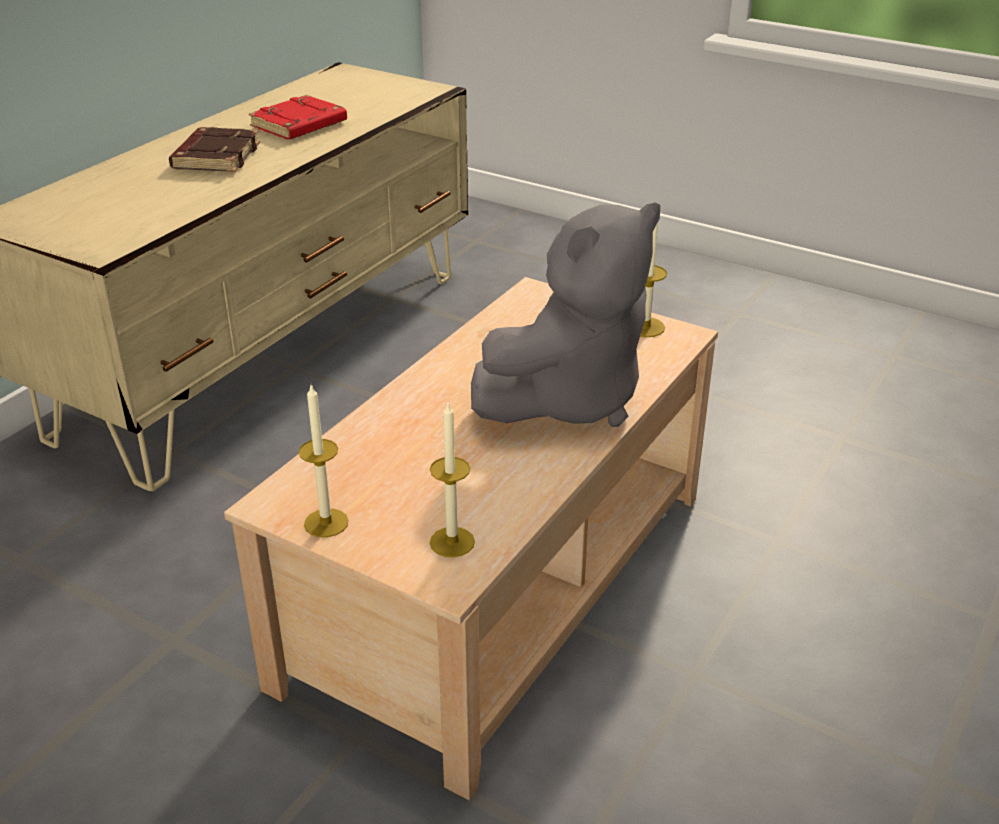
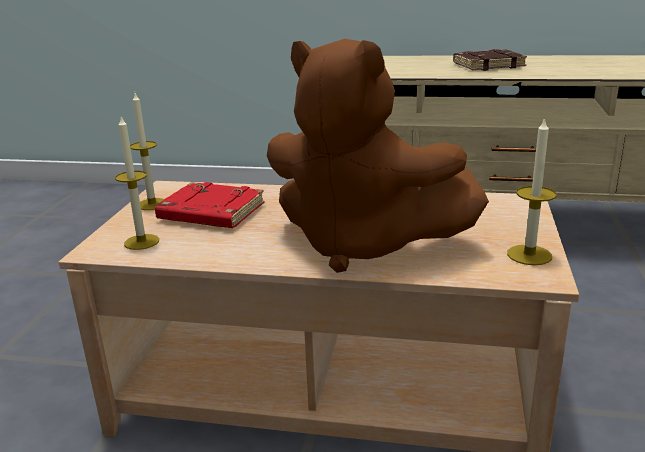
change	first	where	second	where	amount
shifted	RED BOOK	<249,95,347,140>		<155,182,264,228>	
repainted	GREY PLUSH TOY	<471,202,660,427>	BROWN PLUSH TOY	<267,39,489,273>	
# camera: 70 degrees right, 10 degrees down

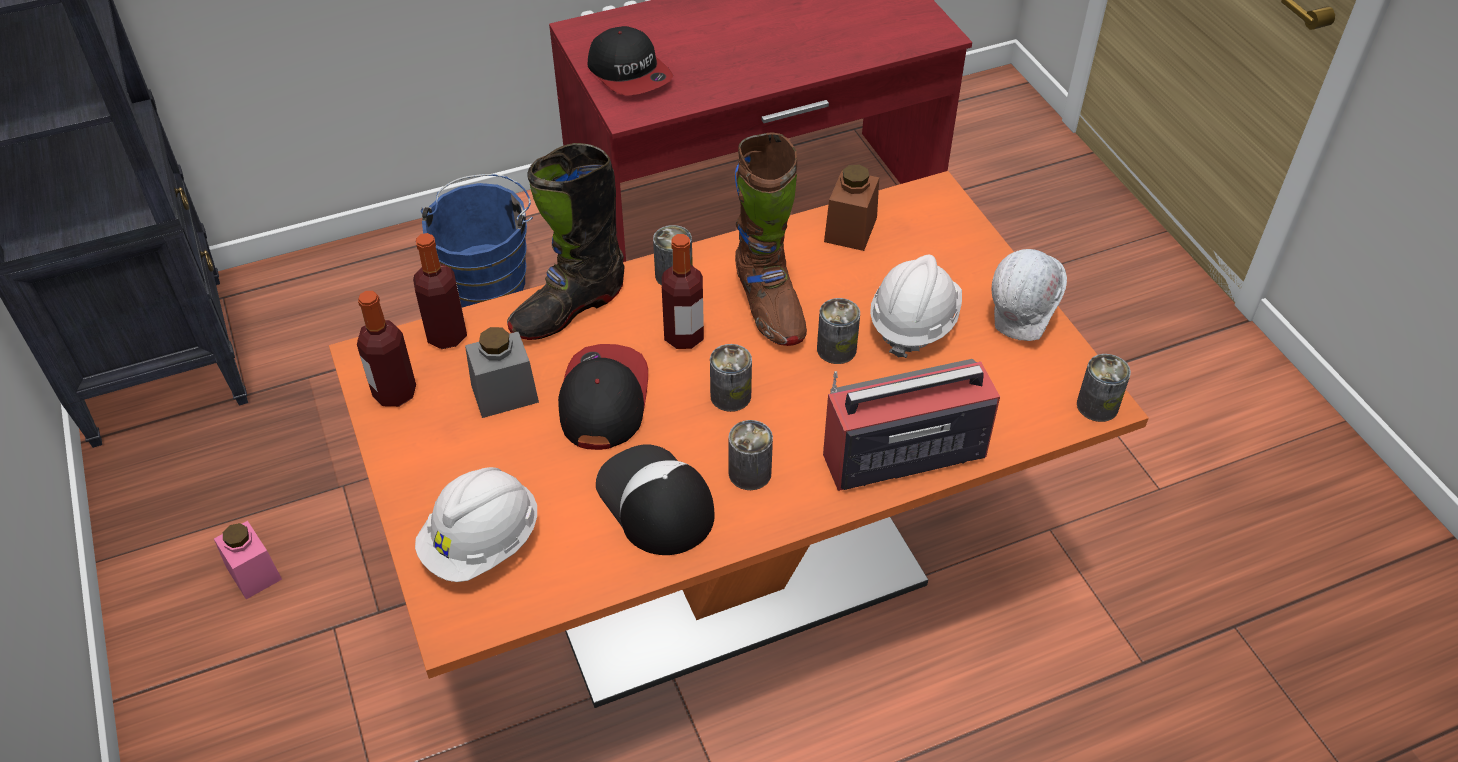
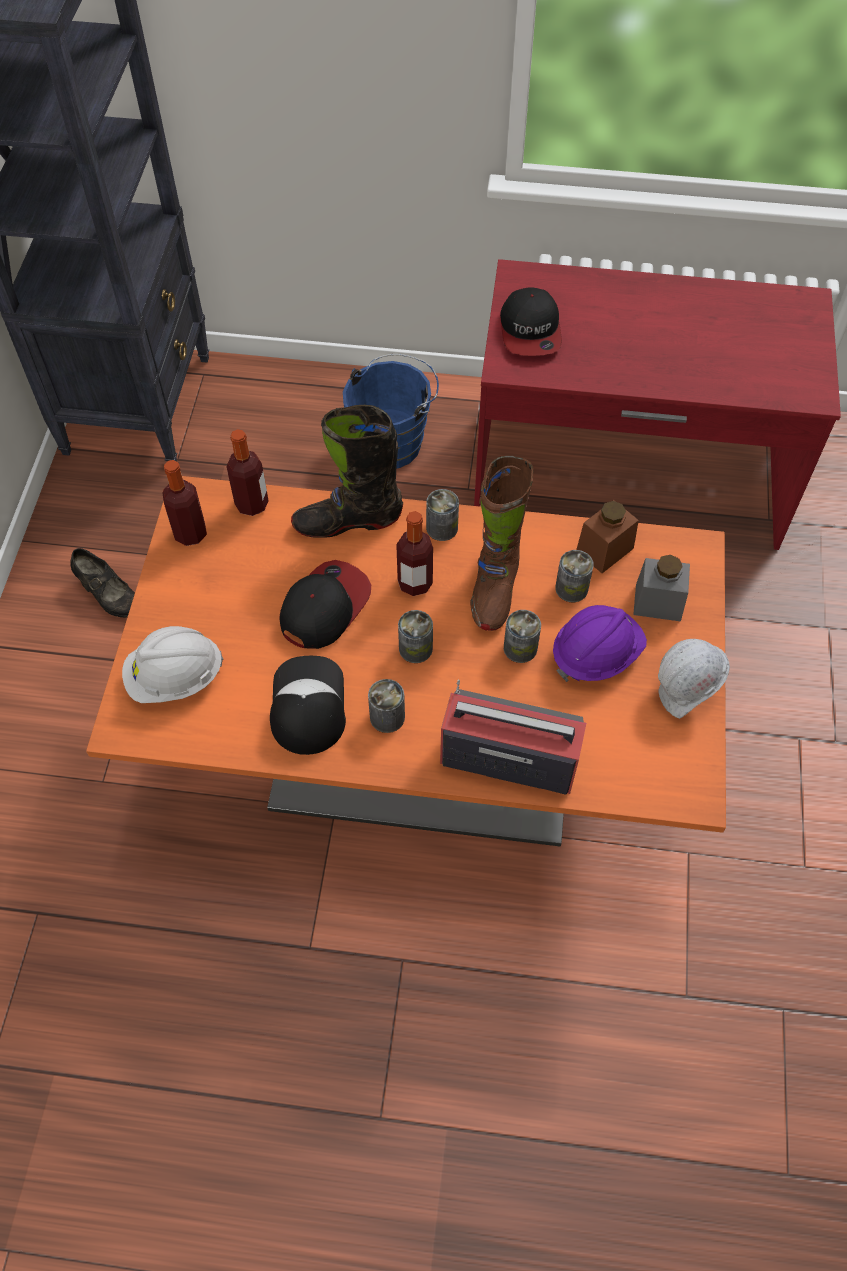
change	first	where	second	where	amount
swapped	PINK JAR	<214,521,282,599>	BLACK SHOE	<70,548,135,618>	
repainted	WHITE HARD HAT	<870,254,962,358>	PURPLE HARD HAT	<553,605,647,682>	
shifted	CAN	<1077,354,1131,422>		<555,550,594,602>	
shifted	GREY JAR	<465,327,539,418>		<633,555,690,621>	
# camera: 30 degrees right, 10 degrees up

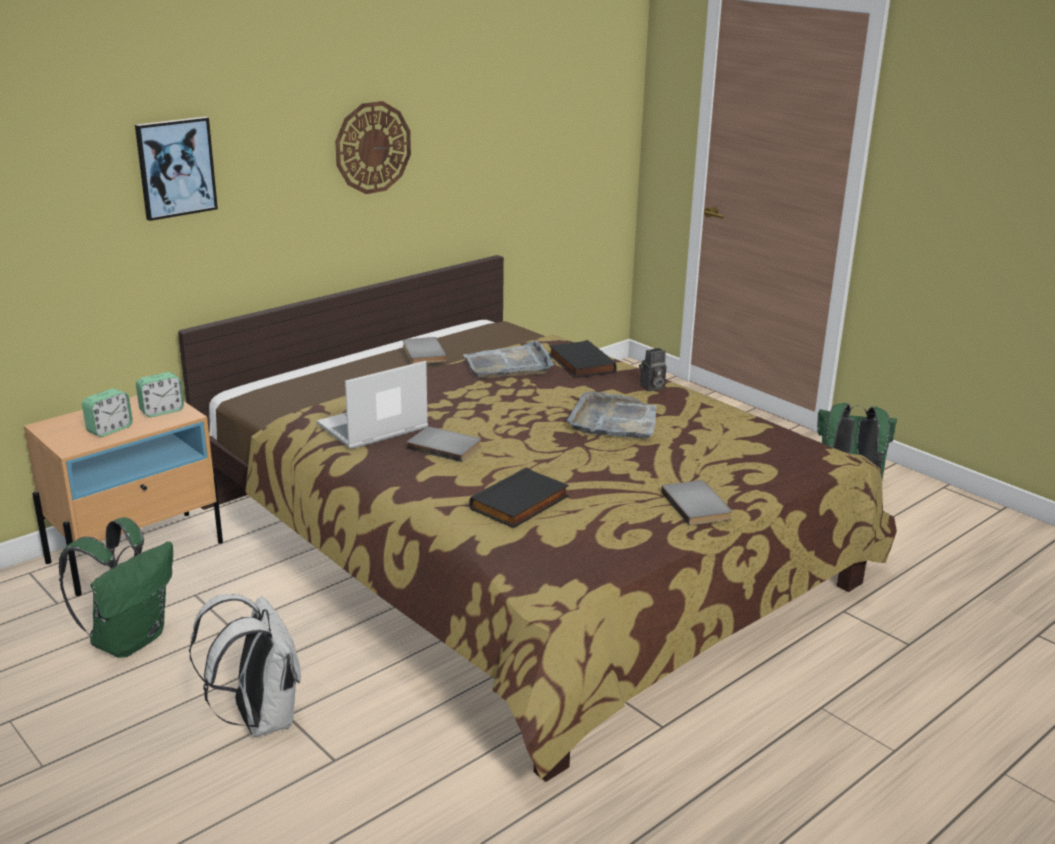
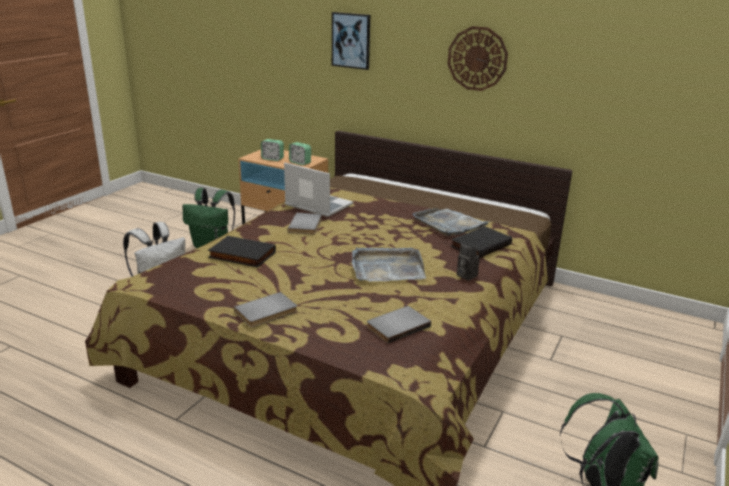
change	first	where	second	where	amount
shifted	GREY BOOK	<402,337,447,364>		<367,306,431,343>	
# camera: 70 degrees right, 0 degrees up

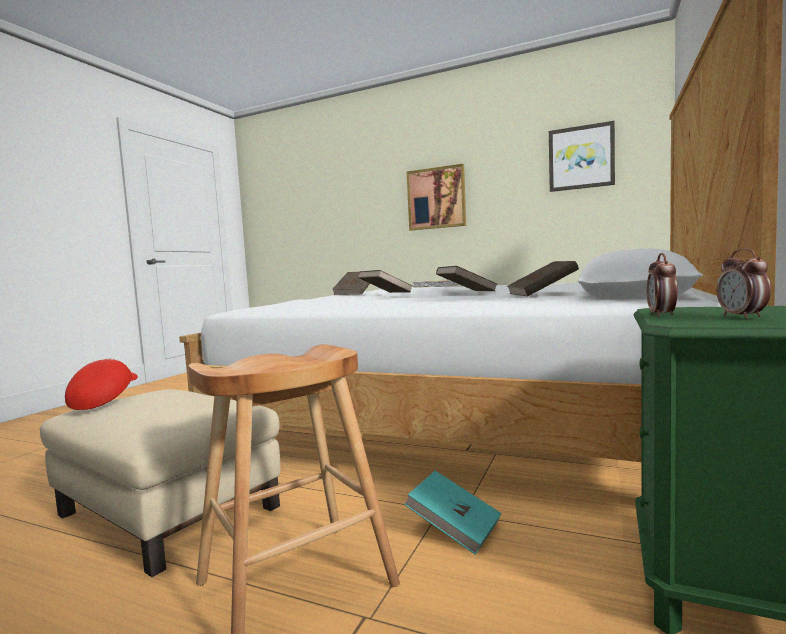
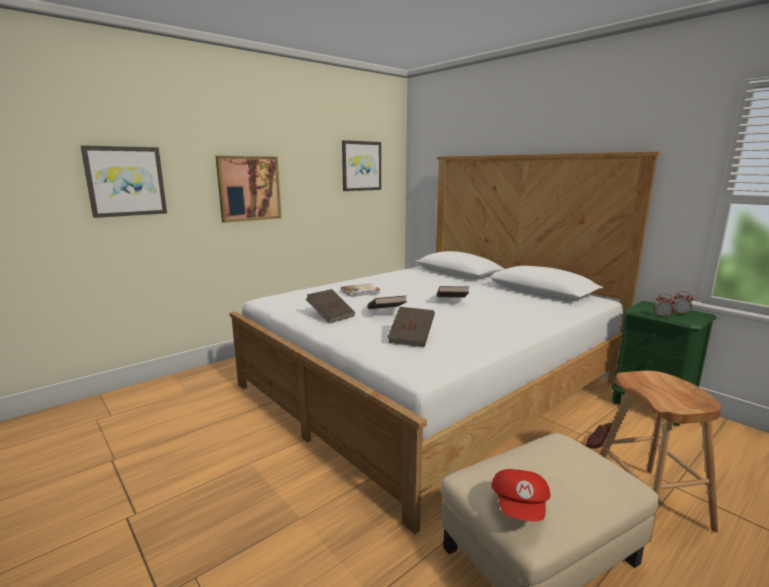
change	first	where	second	where	amount
new			PICTURE	<81,145,167,218>	
shifted	BROWN BOOK	<507,261,579,297>		<387,307,435,347>	
rotated	RED CAP	<65,358,138,410>		<491,469,551,521>	105 degrees counterclockwise
swapped	TURQUOISE BOOK	<404,471,501,555>	BROWN SHOE	<586,423,612,448>	
# camera: 65 degrees left, 10 degrees up

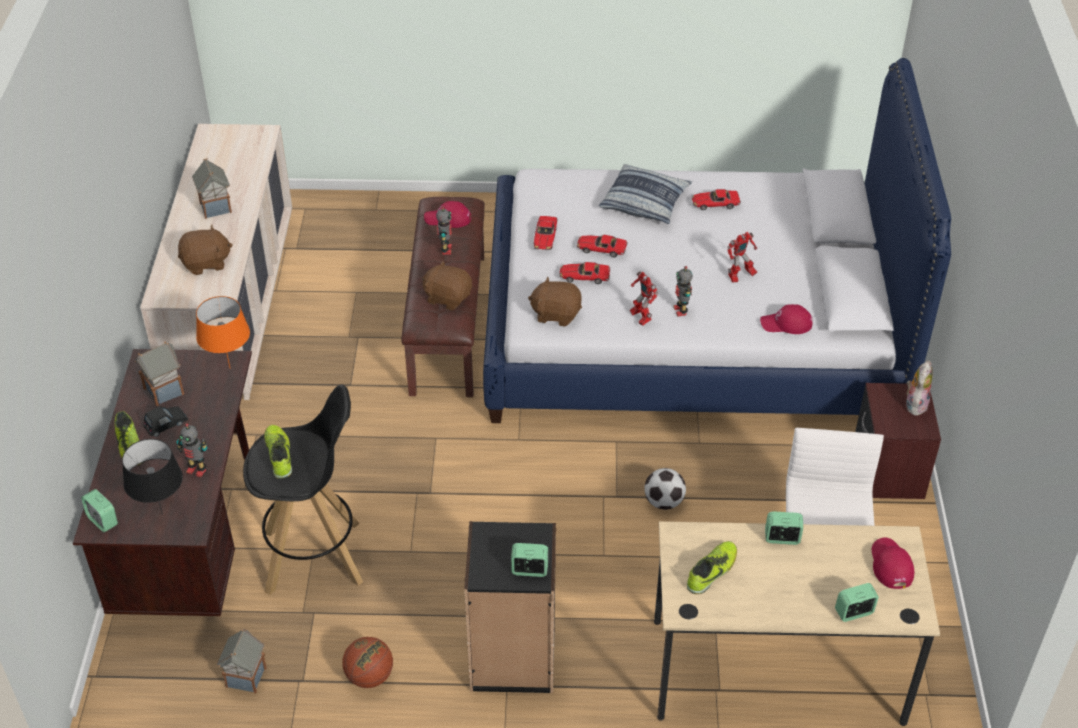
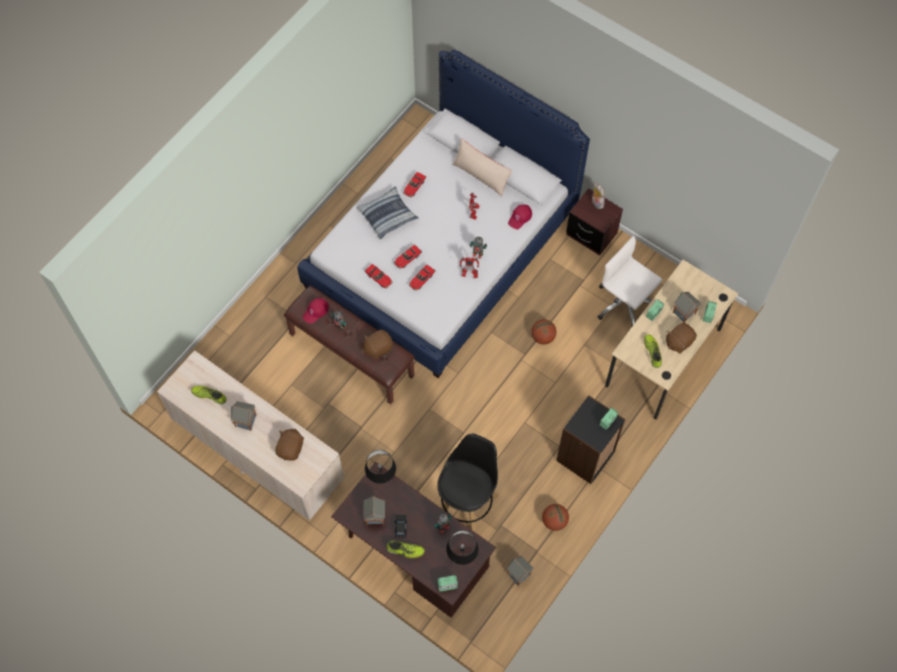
change	first	where	second	where	amount
shifted	SHOE	<264,425,292,479>		<191,386,227,405>	
repainted	ORANGE TABLE LAMP	<196,296,250,368>	BLACK TABLE LAMP	<365,450,396,484>	
new			BEIGE PILLOW	<452,138,512,196>	
swapped	FOOTBALL	<644,468,686,510>	BASKETBALL	<531,320,556,345>	
shifted	BROWN PLUSH TOY	<528,276,582,327>		<666,323,697,354>	
new			TOY HOUSE	<673,292,701,323>	
gone	RED CAP	<872,538,914,589>			
# camera: 55 degrees left, 20 degrees up

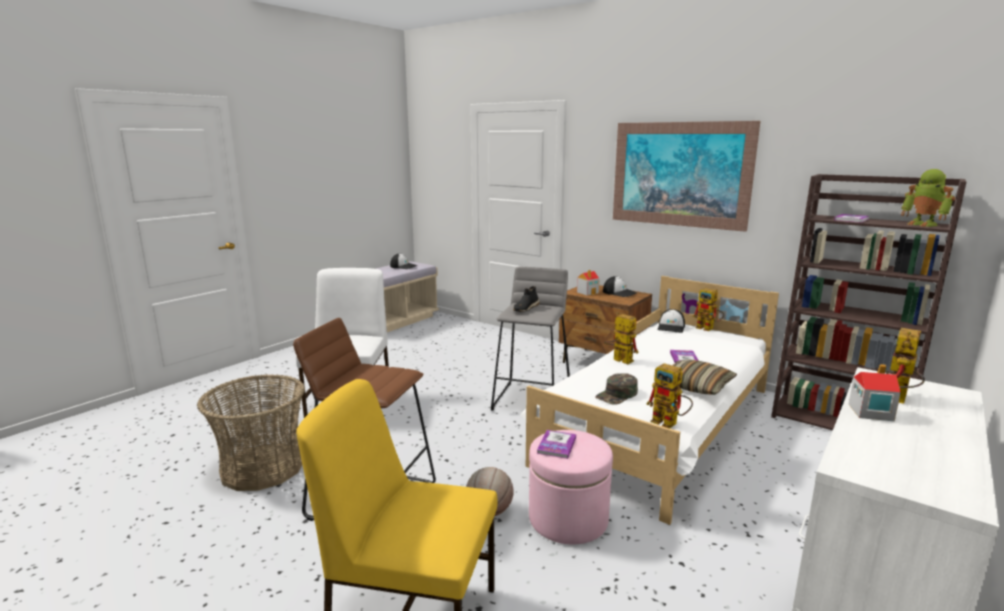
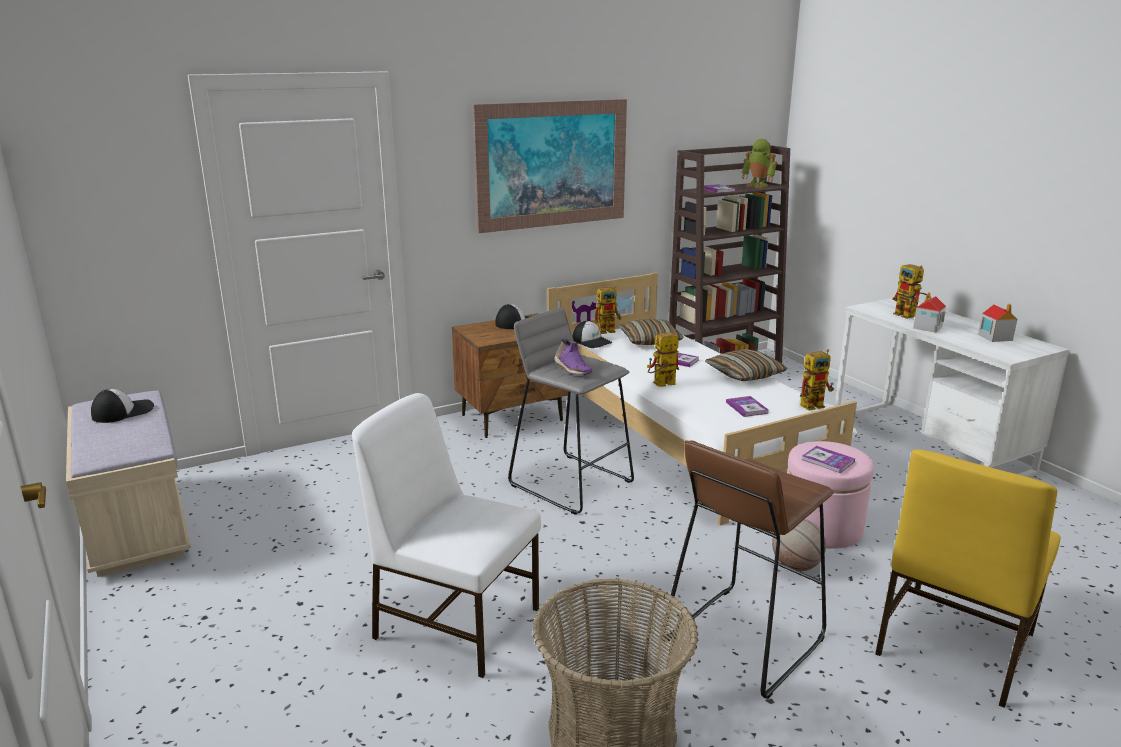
change	first	where	second	where	amount
repainted	BLACK SHOE	<513,286,540,312>	PURPLE SHOE	<554,338,592,375>	
new			PILLOW	<618,319,684,345>	
swapped	GREEN CAP	<595,373,638,405>	BOOK	<726,396,769,417>	
rotated	TOY ROBOT	<901,169,955,227>		<742,139,778,188>	45 degrees clockwise
shifted	TOY HOUSE	<577,270,600,296>		<978,304,1017,342>	
# camera: 65 degrees left, 5 degrees up

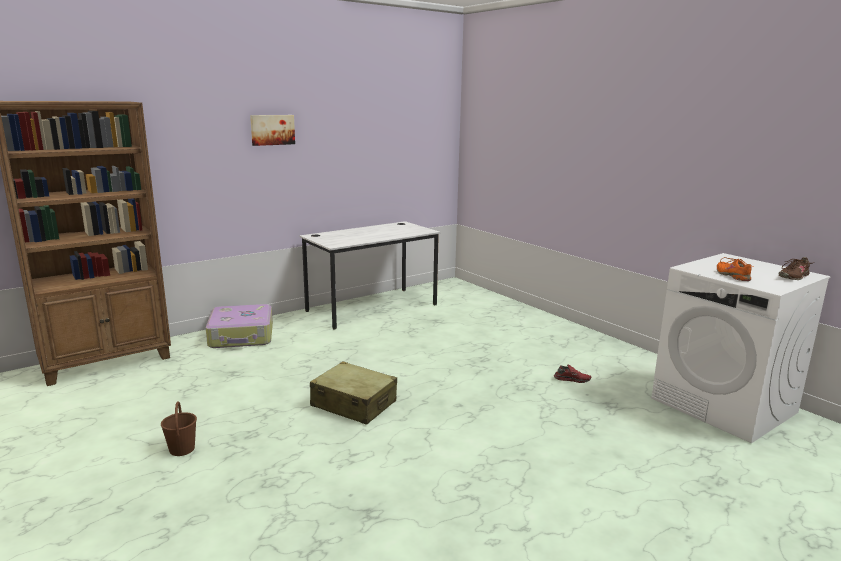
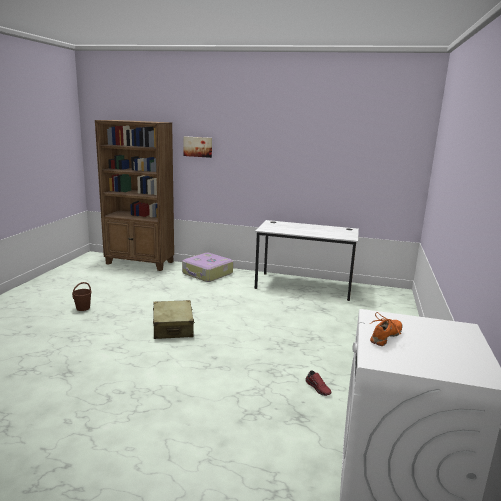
change	first	where	second	where	amount
shifted	PICTURE	<250,115,295,146>		<183,136,212,158>	
gone	BROWN SHOE	<779,257,814,280>			
# camera: 50 degrees right, 0 degrees up

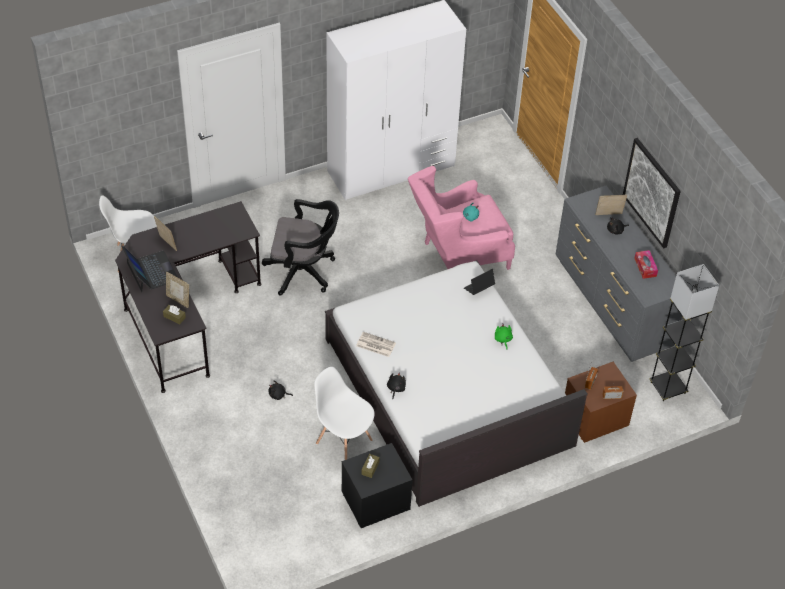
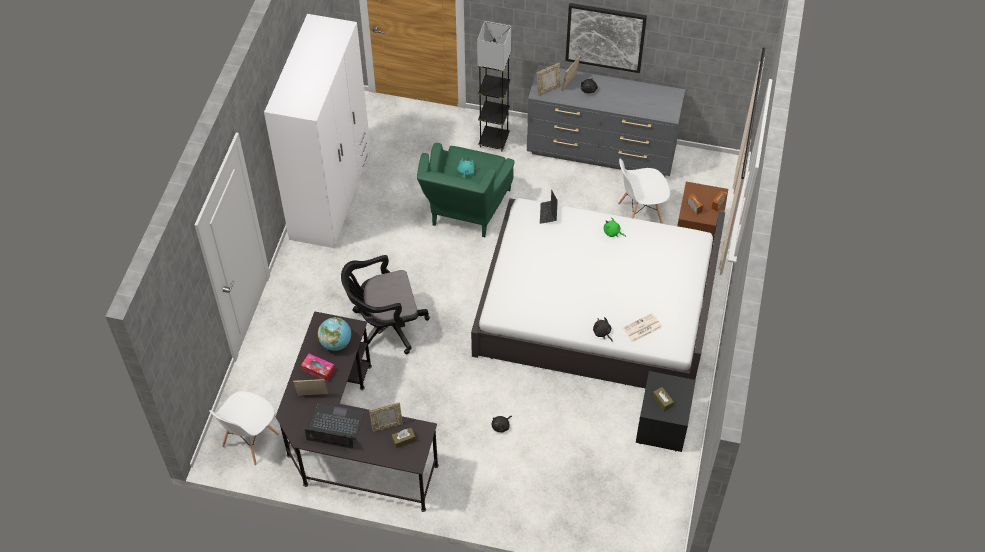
change	first	where	second	where	amount
shifted	TISSUE BOX	<634,250,658,279>		<301,354,335,382>	
new			GLOBE	<318,317,351,351>	
rotated	BLACK OFFICE CHAIR	<262,199,339,296>		<341,255,430,354>	150 degrees counterclockwise
repainted	PINK ARMCHAIR	<408,166,515,270>	GREEN ARMCHAIR	<417,143,515,237>	
shifted	GREY FLOOR LAMP	<650,264,719,401>		<477,21,511,152>	
new			PICTURE FRAME	<537,63,561,96>	
shifted	WHITE CHAIR	<314,367,374,460>		<618,159,670,224>	
shifted	NEWSPAPER	<356,332,396,357>		<622,313,662,343>	
# camera: 50 degrees left, 5 degrees up

